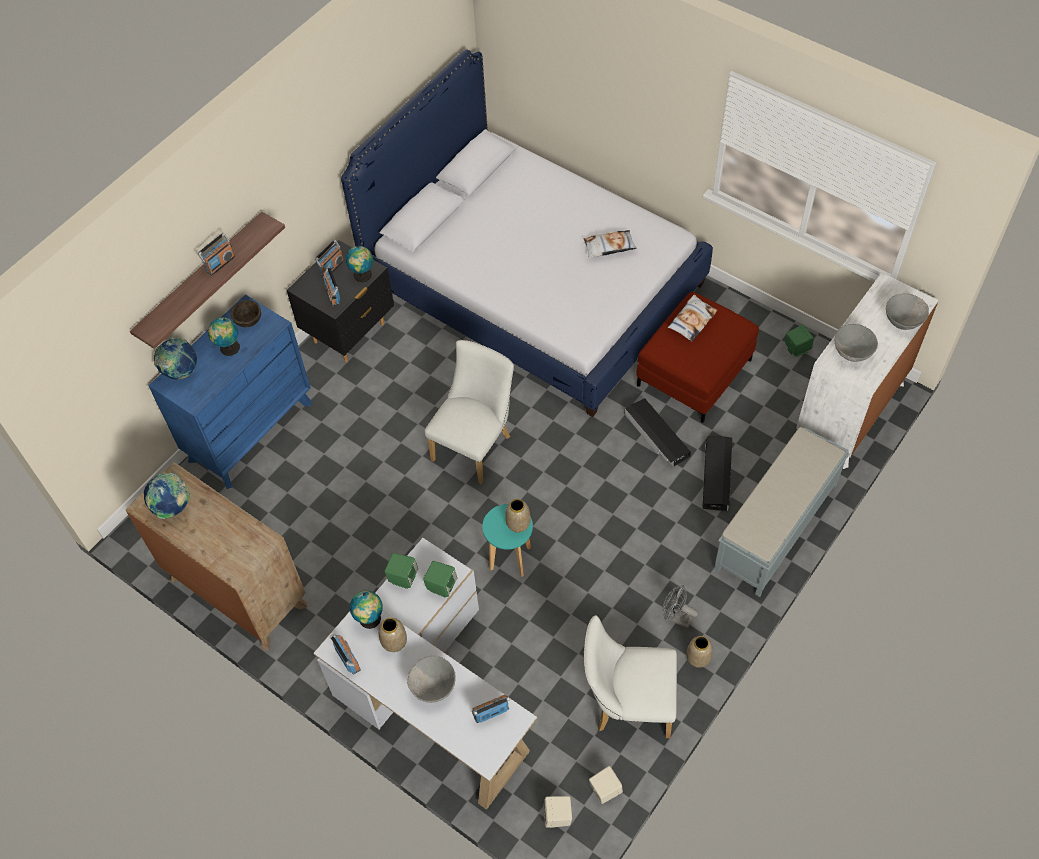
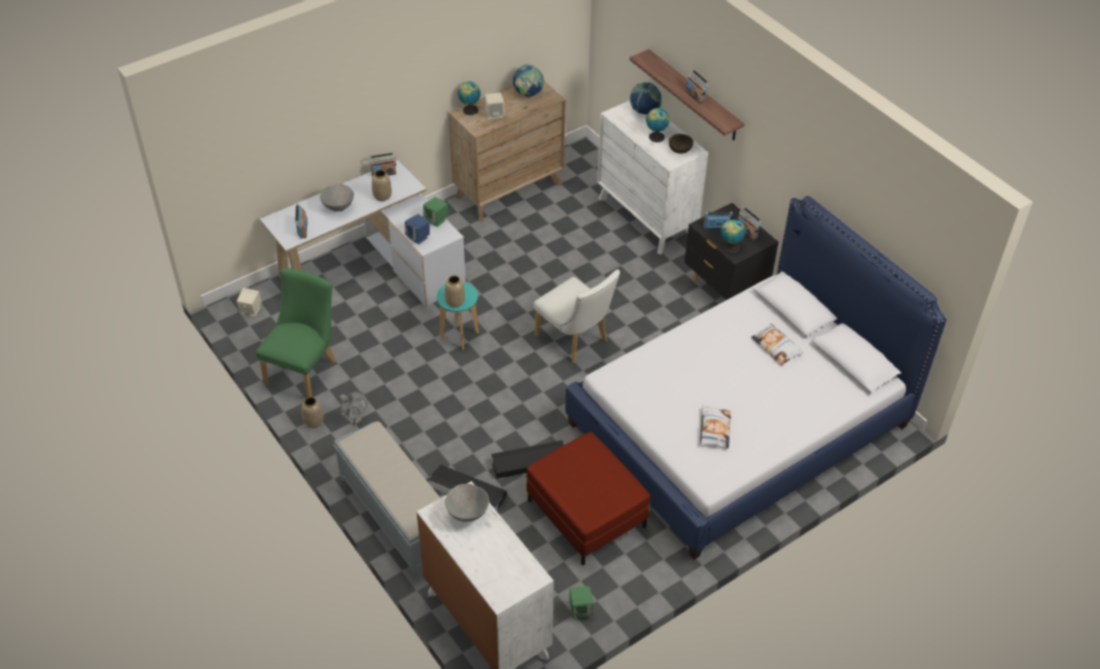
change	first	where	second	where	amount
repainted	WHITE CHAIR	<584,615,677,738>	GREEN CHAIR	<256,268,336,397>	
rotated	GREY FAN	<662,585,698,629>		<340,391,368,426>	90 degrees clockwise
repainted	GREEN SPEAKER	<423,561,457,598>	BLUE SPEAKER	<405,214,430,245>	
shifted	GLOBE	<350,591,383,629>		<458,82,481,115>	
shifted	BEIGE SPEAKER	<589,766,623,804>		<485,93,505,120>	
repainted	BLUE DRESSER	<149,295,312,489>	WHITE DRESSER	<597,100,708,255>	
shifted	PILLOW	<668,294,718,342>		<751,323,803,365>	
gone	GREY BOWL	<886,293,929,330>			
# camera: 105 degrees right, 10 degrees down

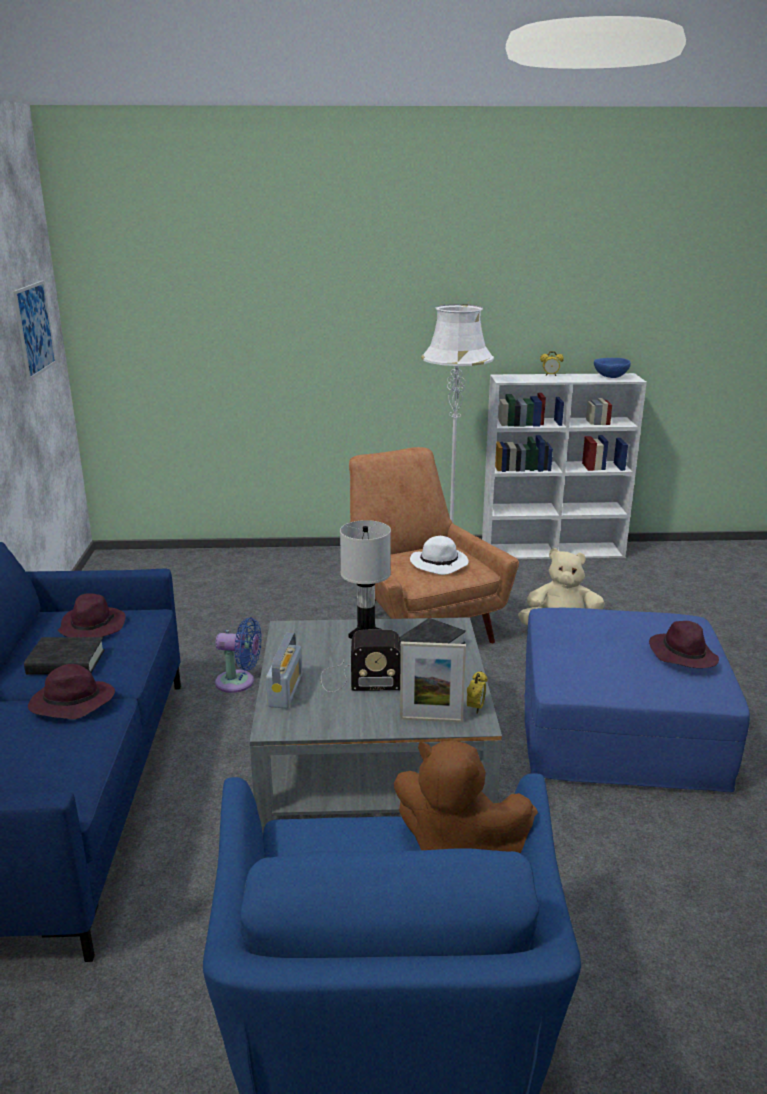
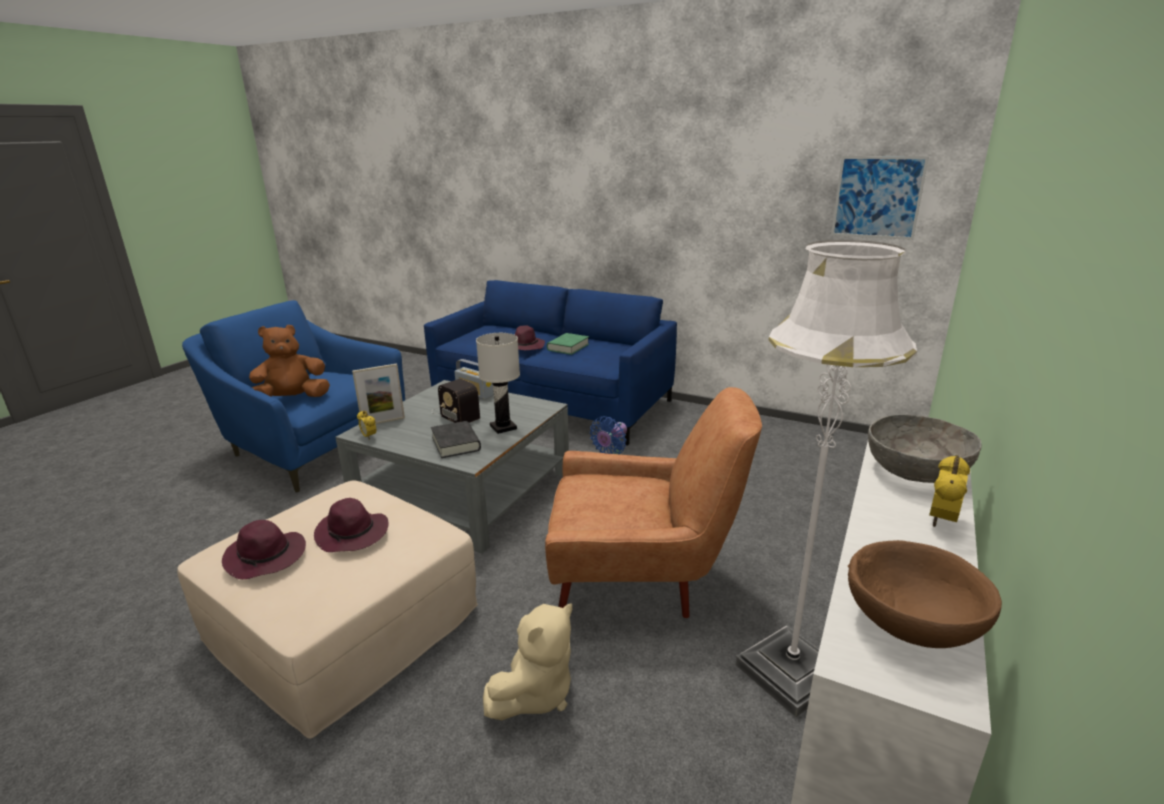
change	first	where	second	where	amount
repainted	BLUE OTTOMAN	<524,608,750,792>	BEIGE OTTOMAN	<177,480,478,739>	
shifted	PURPLE HAT	<58,593,125,637>		<314,498,389,552>	
rotated	PICTURE FRAME	<400,642,466,722>		<352,363,405,424>	150 degrees counterclockwise
rotated	RADIO	<321,630,401,692>		<431,379,480,423>	75 degrees counterclockwise
repainted	BLACK BOOK	<24,637,105,675>	GREEN BOOK	<547,333,589,355>	
repainted	BLUE BOWL	<594,358,631,378>	BROWN BOWL	<848,540,1002,648>	
new			GREY BOWL	<868,414,982,483>	
gone	WHITE HAT	<410,536,469,575>			
# camera: 120 degrees right, 0 degrees up

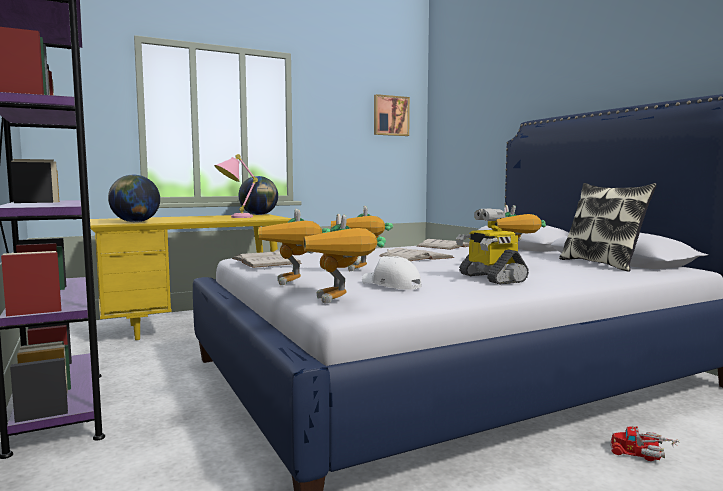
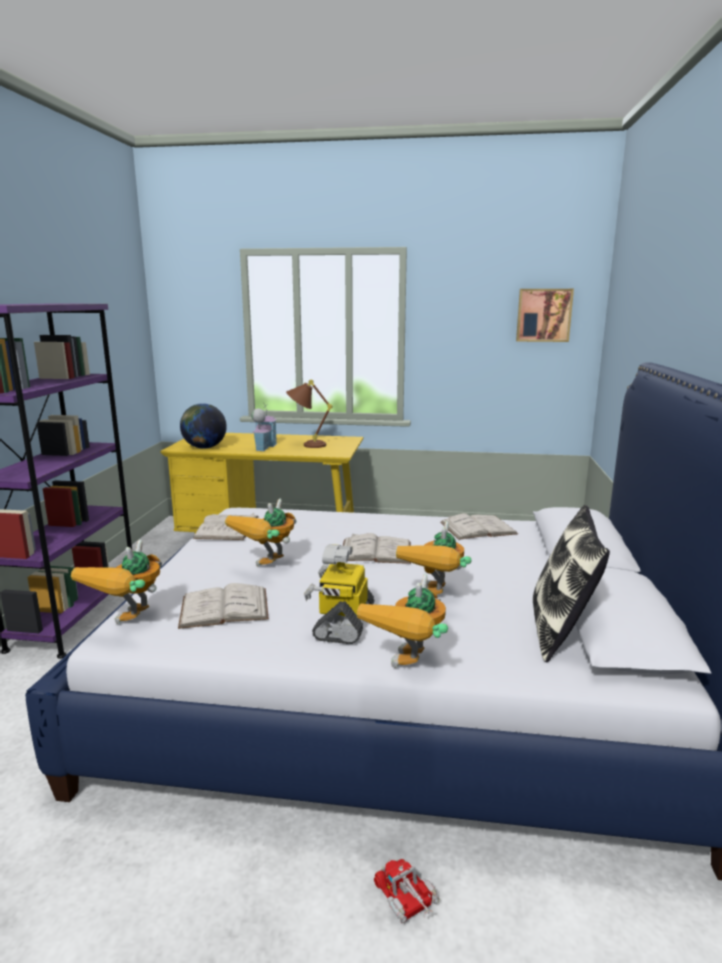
change	first	where	second	where	amount
swapped	WHITE CAP	<362,256,421,290>	WHITE BOOK	<178,583,269,629>	
new			TOY HOUSE	<251,402,277,451>	
repainted	PINK TABLE LAMP	<214,154,258,218>	BROWN TABLE LAMP	<286,379,333,448>	
shifted	TOY ROBOT	<259,209,330,285>		<357,574,448,668>	
gone	GLOBE	<239,176,278,215>			
# camera: 35 degrees right, 10 degrees up

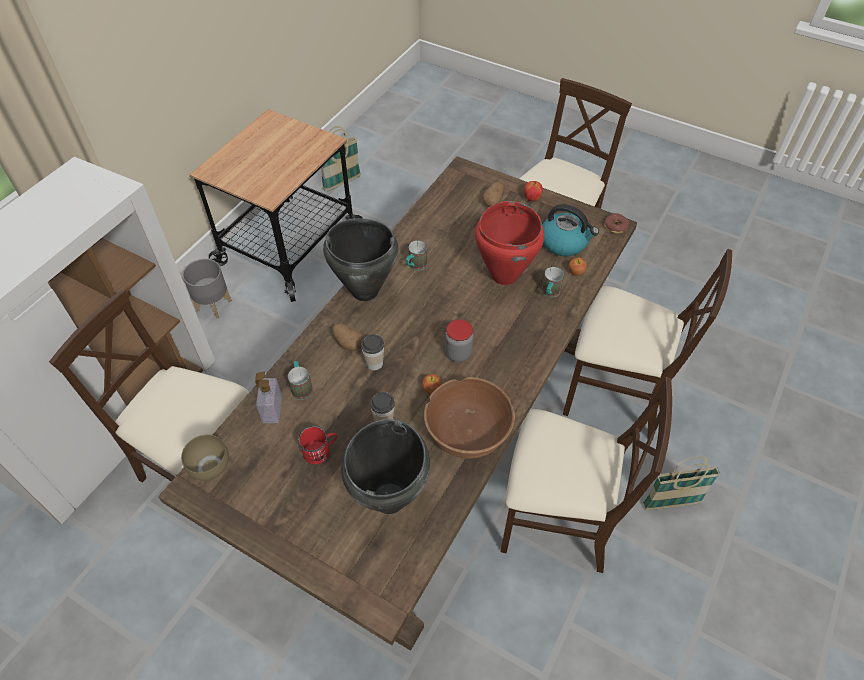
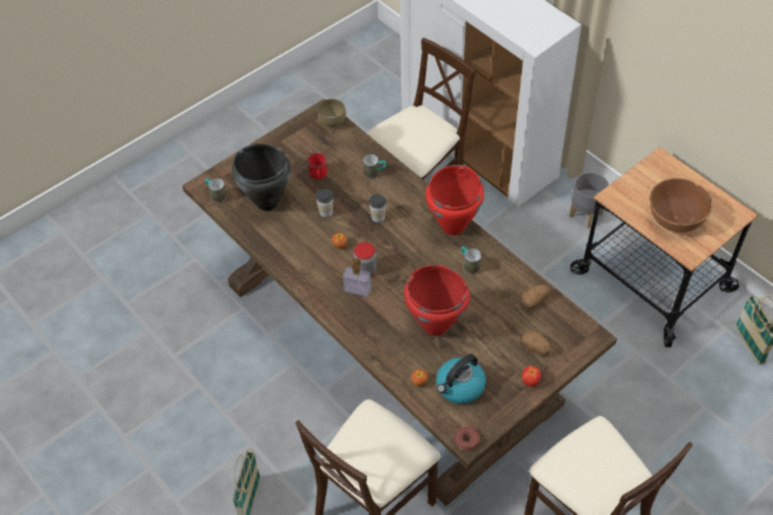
change	first	where	second	where	amount
shifted	MUG	<542,267,564,298>		<205,178,227,204>	
shifted	SOAP DISPENSER	<255,371,282,423>		<343,258,371,297>	
repainted	BLACK COOKING POT	<323,218,399,301>	RED COOKING POT	<426,165,484,235>	
shifted	POTATO	<332,323,364,351>		<522,285,550,309>	
shifted	BROWN BOWL	<424,377,515,459>		<649,178,712,233>	
gone	BEIGE CHAIR	<500,377,672,573>			
# camera: 110 degrees right, 0 degrees up

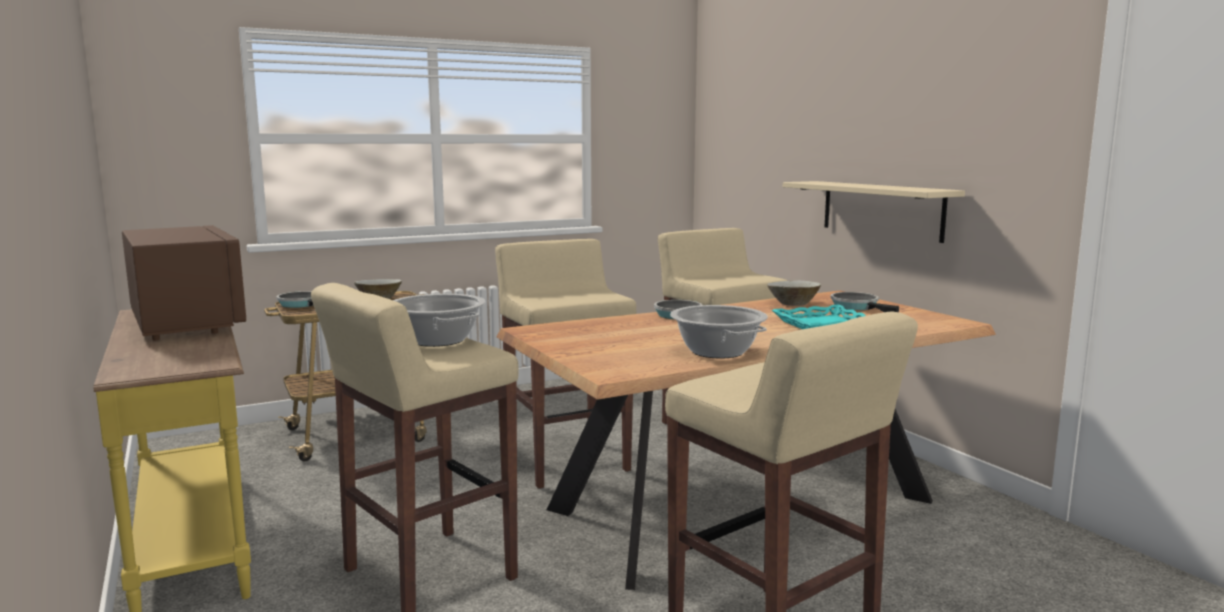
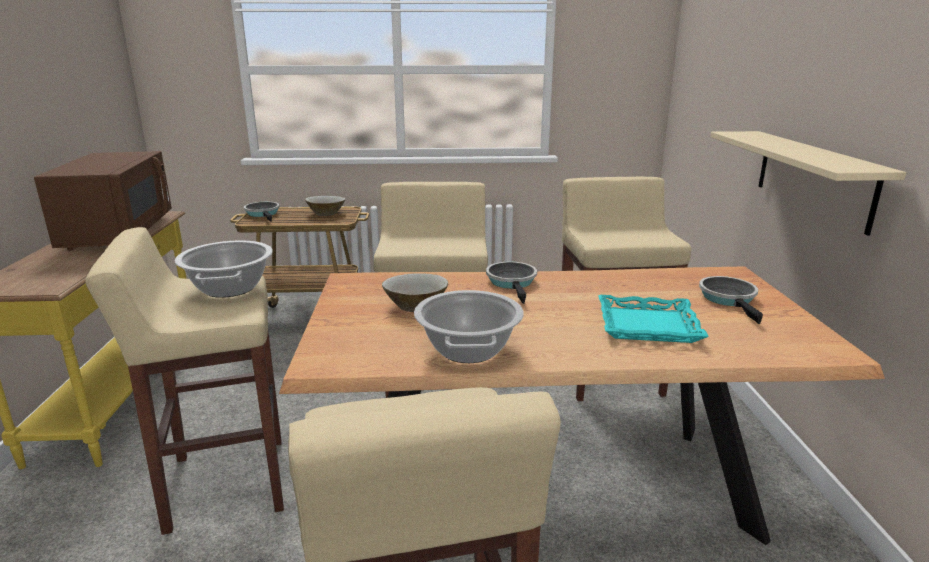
change	first	where	second	where	amount
shifted	BEIGE BOWL	<767,280,821,306>		<382,273,448,312>	
# camera: 25 degrees right, 10 degrees up

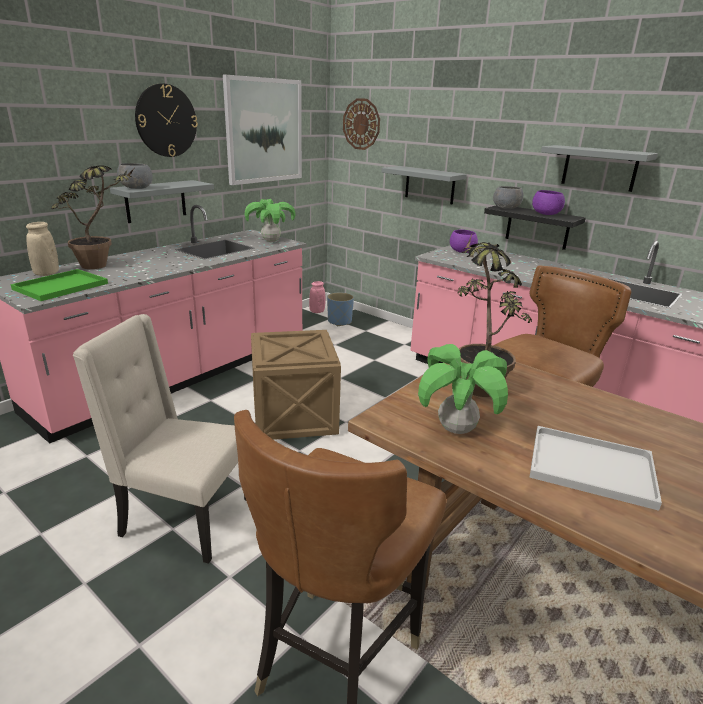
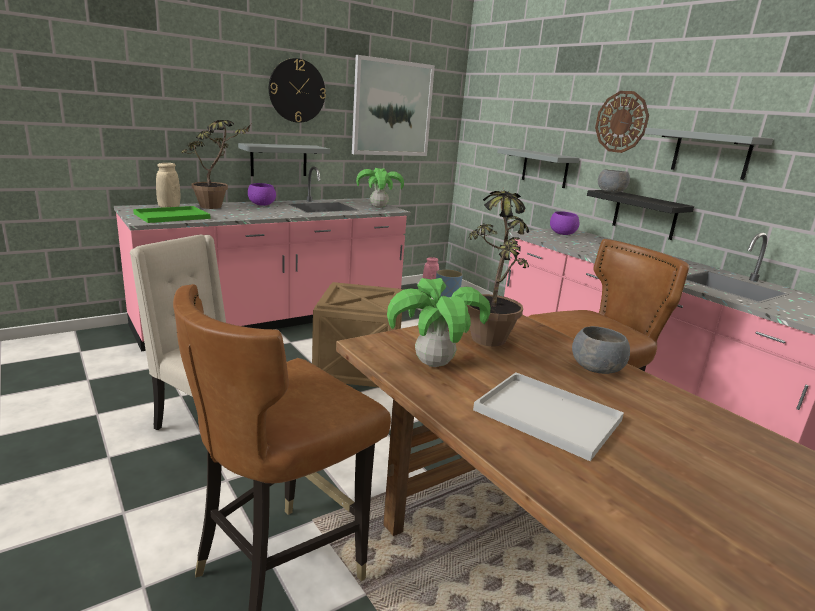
change	first	where	second	where	amount
shifted	PURPLE BOWL	<532,190,565,215>		<248,183,276,206>	
shifted	GREY BOWL	<117,163,153,189>		<572,326,630,374>	
shifted	WALL CLOCK	<343,98,380,150>		<595,91,649,153>	
# camera: 15 degrees right, 5 degrees down

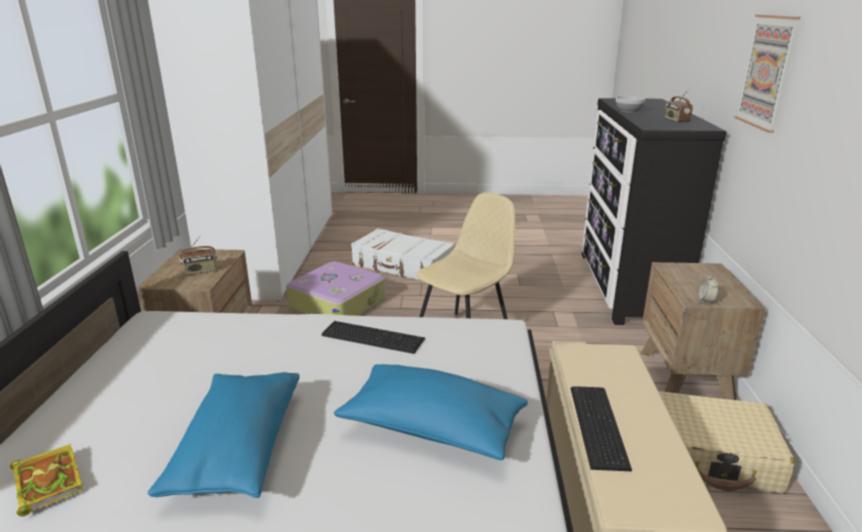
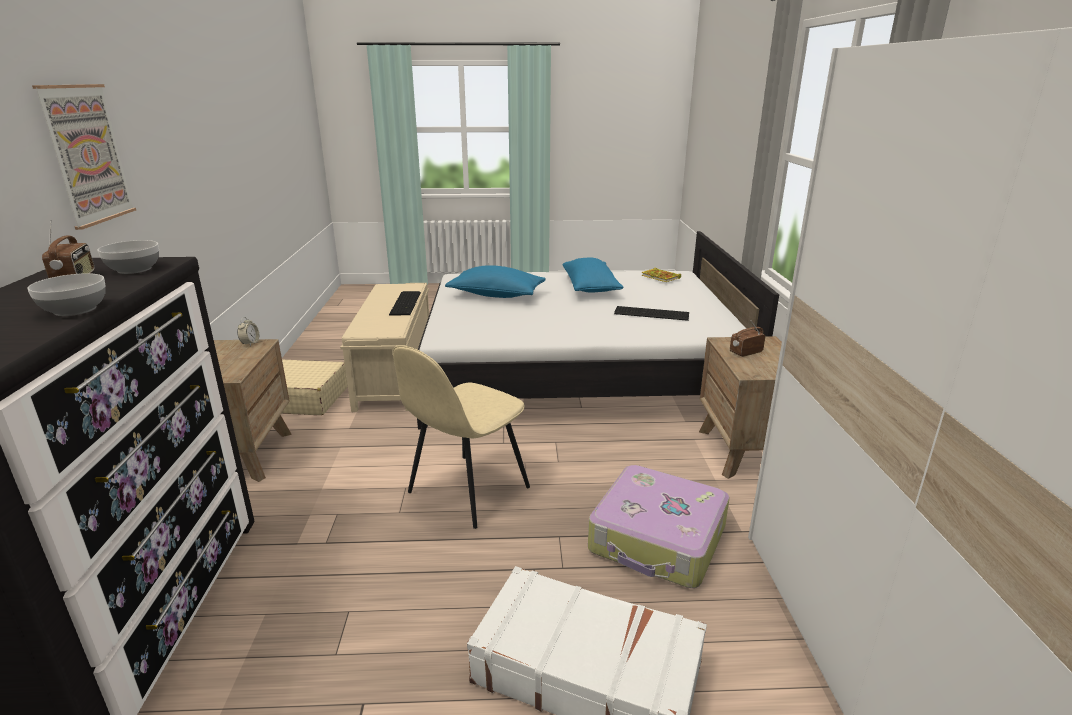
change	first	where	second	where	amount
new			BOWL	<98,240,159,274>	
shifted	KEYBOARD	<321,321,425,354>		<614,306,689,321>	
# camera: 175 degrees right, 0 degrees up

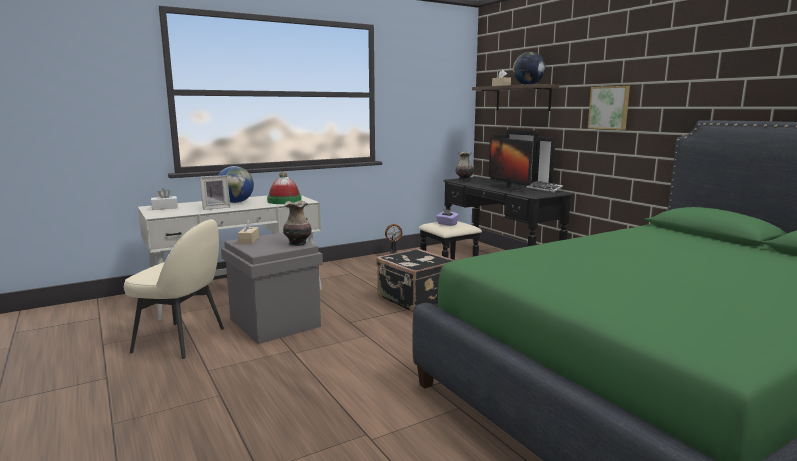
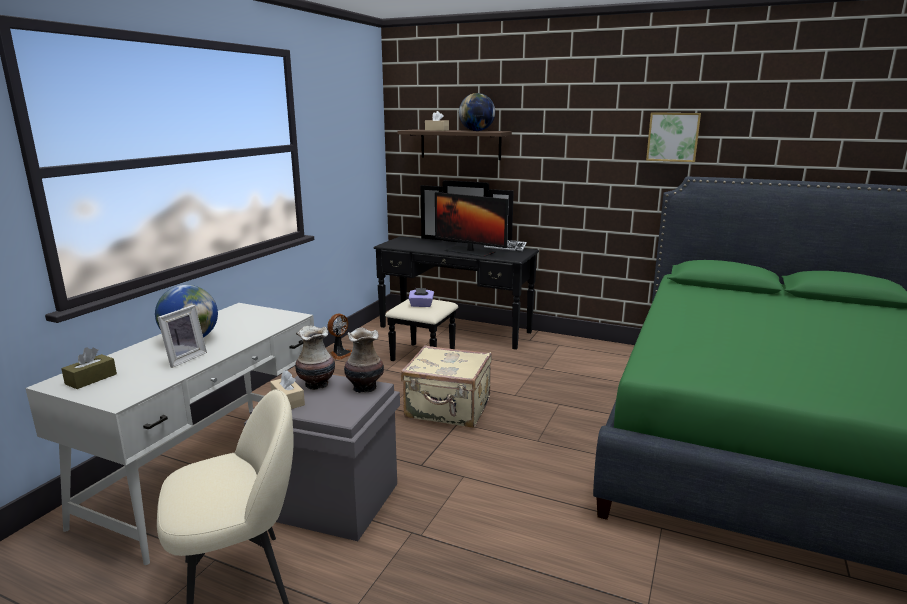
change	first	where	second	where	amount
repainted	WHITE TISSUE BOX	<151,188,178,210>	BROWN TISSUE BOX	<61,347,117,389>	
shifted	VASE	<456,151,474,180>		<295,325,335,390>	
repainted	BLACK SUITCASE	<376,248,455,312>	BEIGE SUITCASE	<401,345,492,428>	
shifted	PICTURE	<588,86,630,130>		<646,113,701,162>	
gone	HAT	<267,171,302,204>			
# camera: 35 degrees left, 5 degrees up

